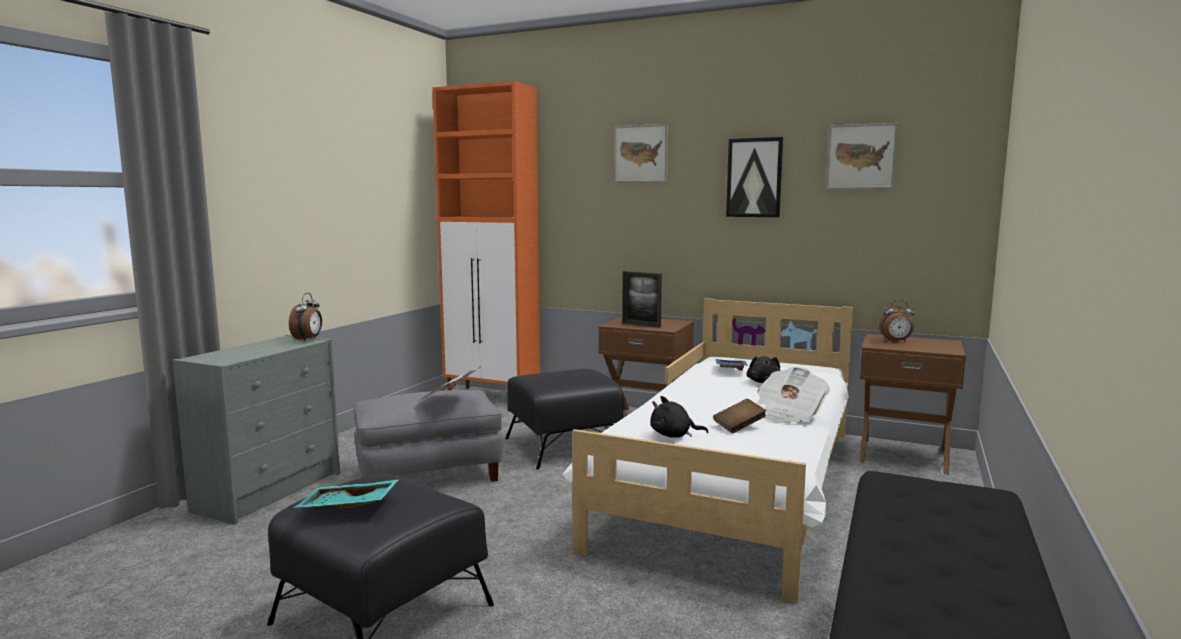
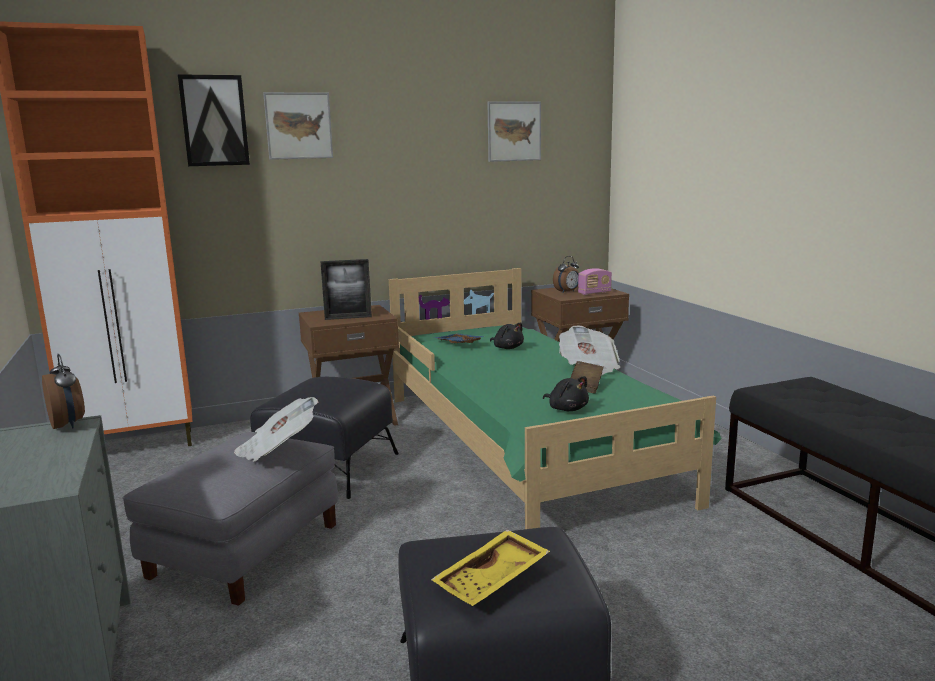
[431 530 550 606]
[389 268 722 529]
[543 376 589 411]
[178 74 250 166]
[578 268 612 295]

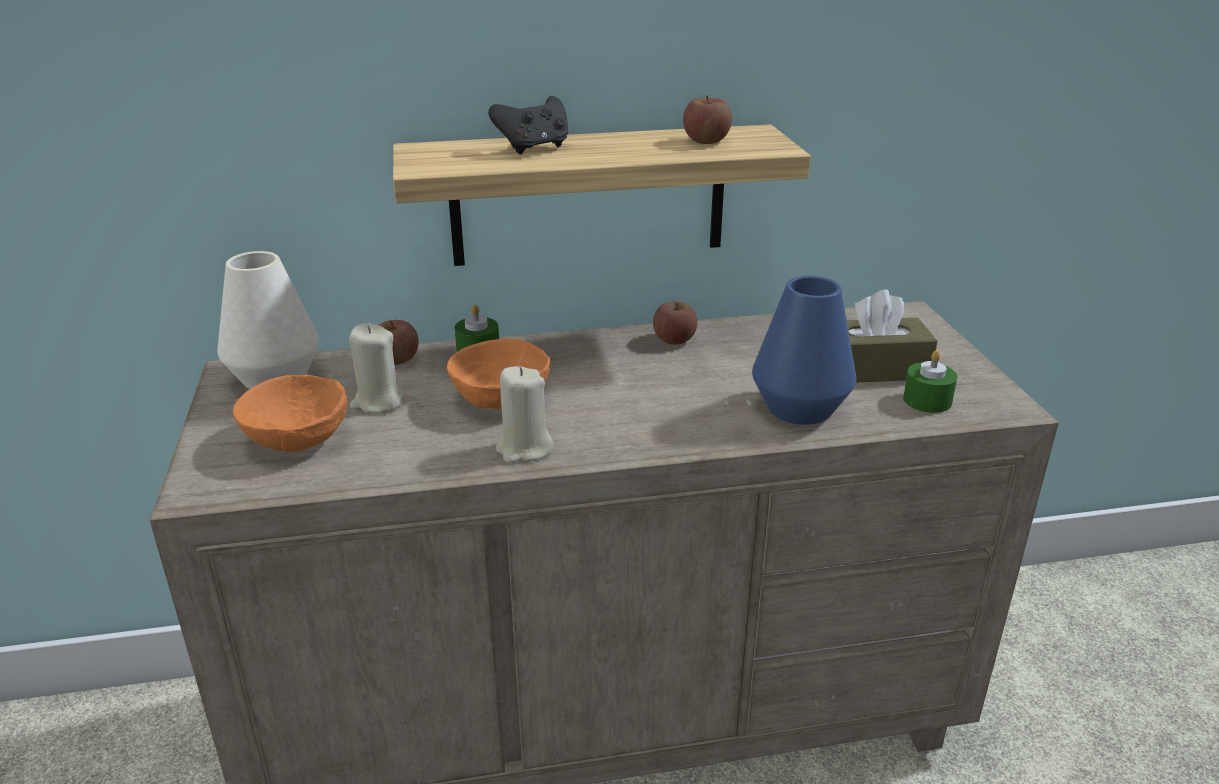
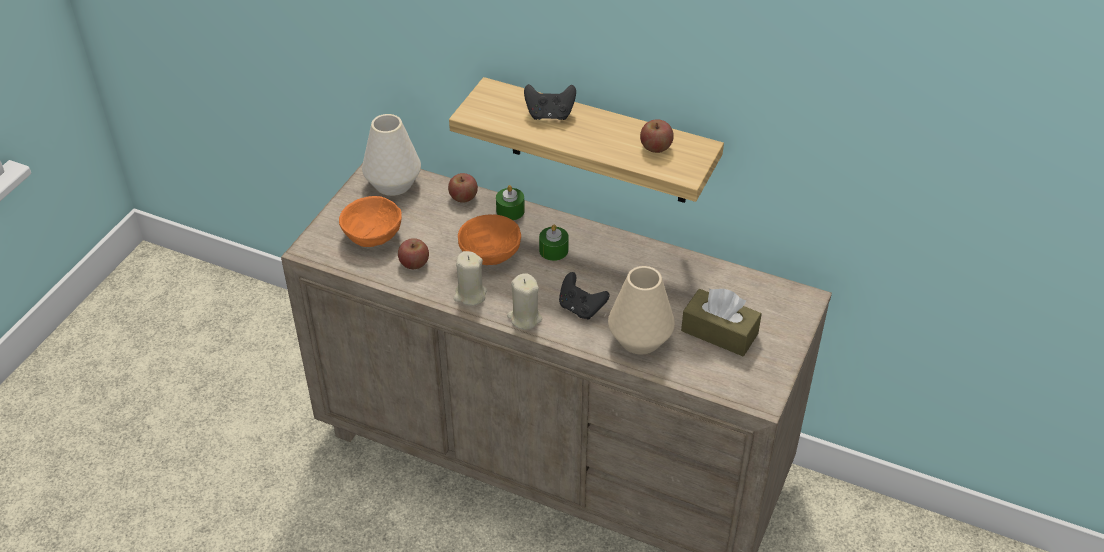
[507 273 542 330]
[398 238 429 269]
[608 266 675 354]
[539 224 569 261]
[559 272 609 320]

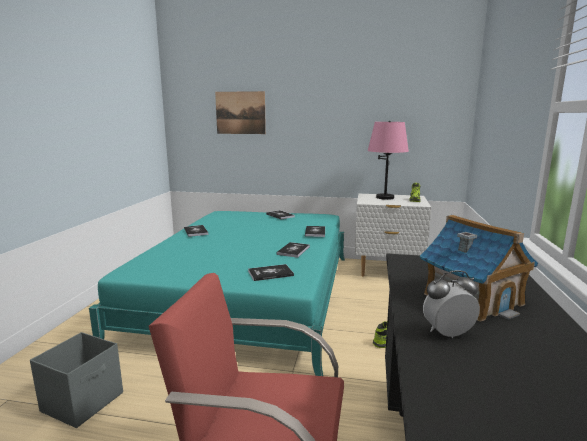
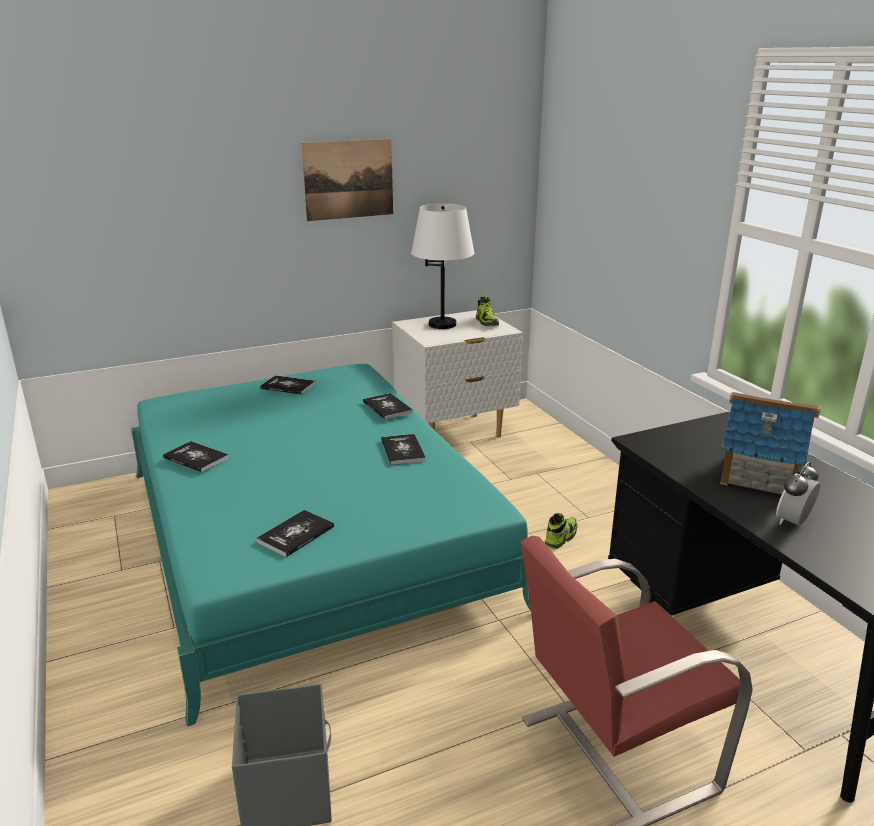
[301 139 393 221]
[256 510 334 557]
[411 204 474 329]

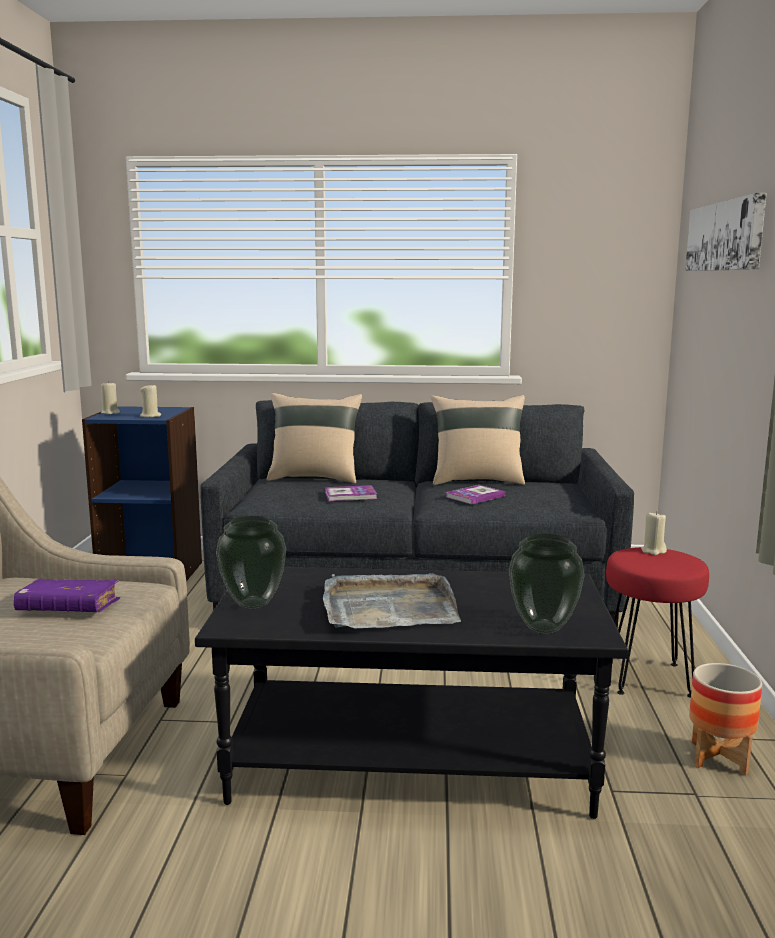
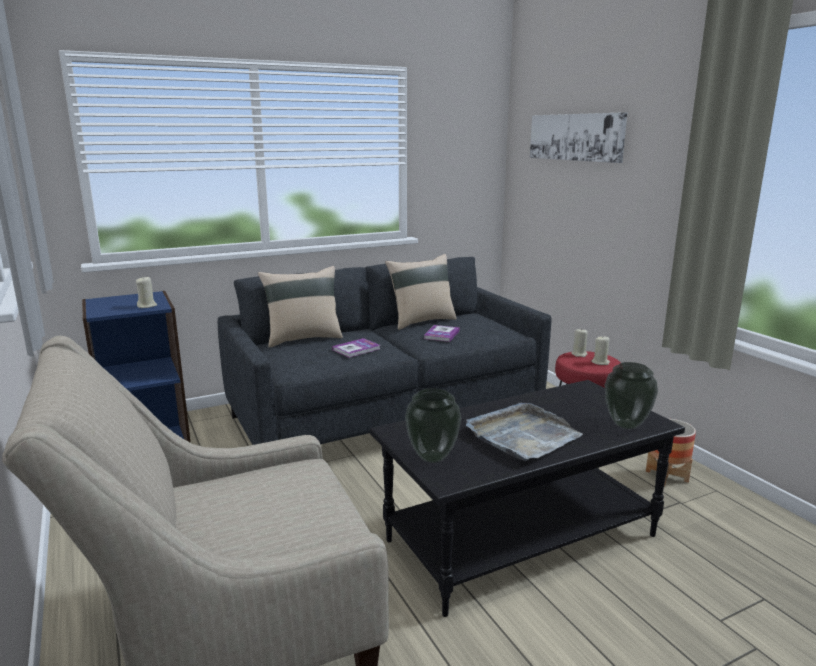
[14 579 120 612] (first image)
[591 336 610 365]

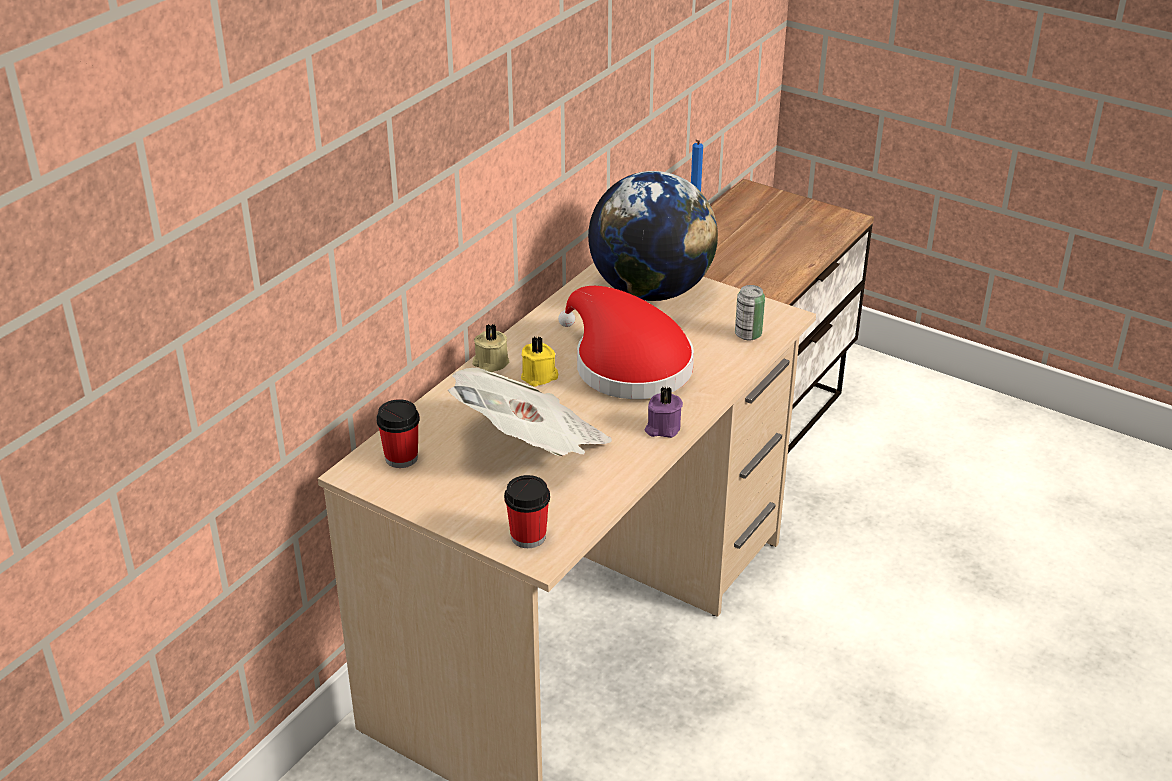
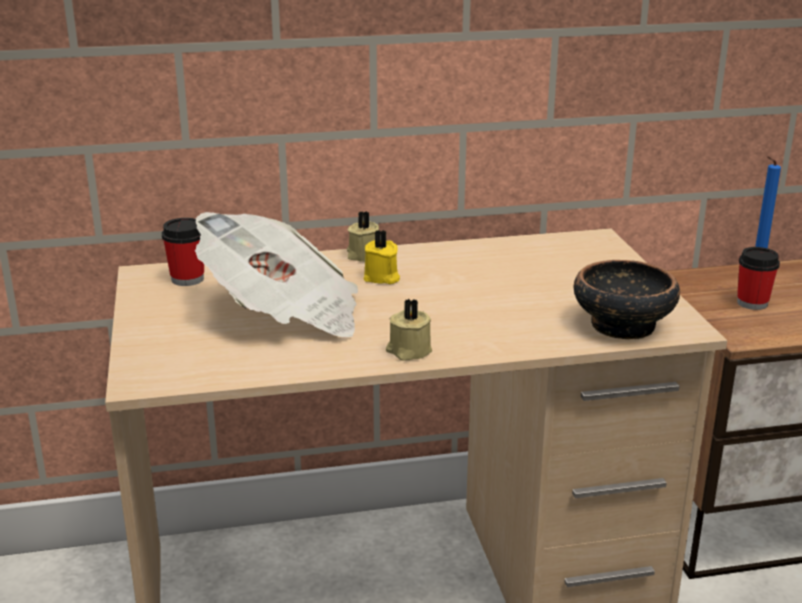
[737 247 780 310]
[558 286 694 399] (first image)
[588 171 718 301] (first image)
[386 299 432 360]
[574 260 680 339]

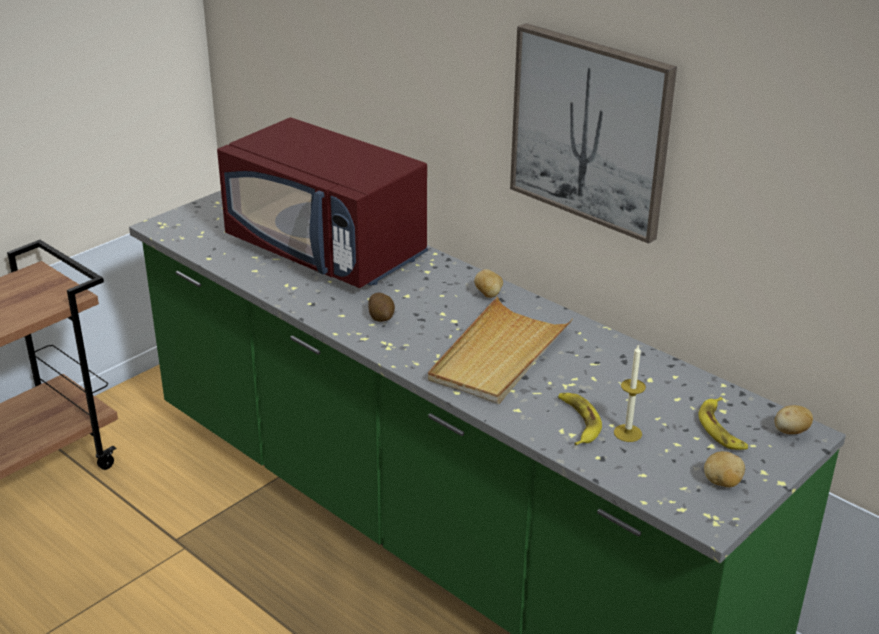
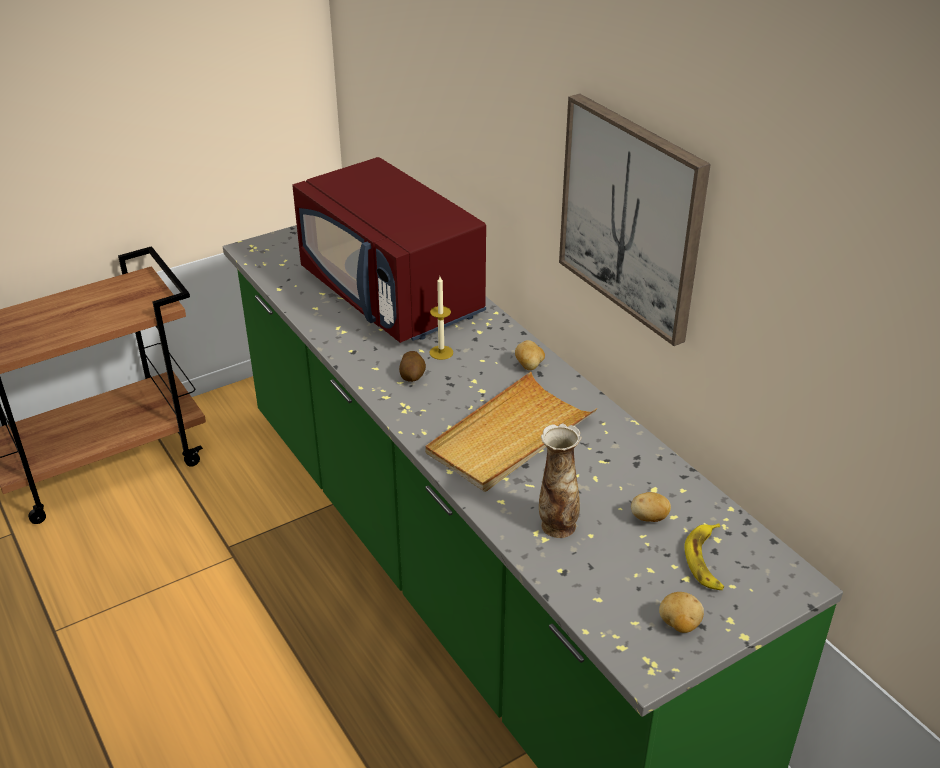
[539 423 582 538]
[430 276 453 360]
[631 492 671 522]

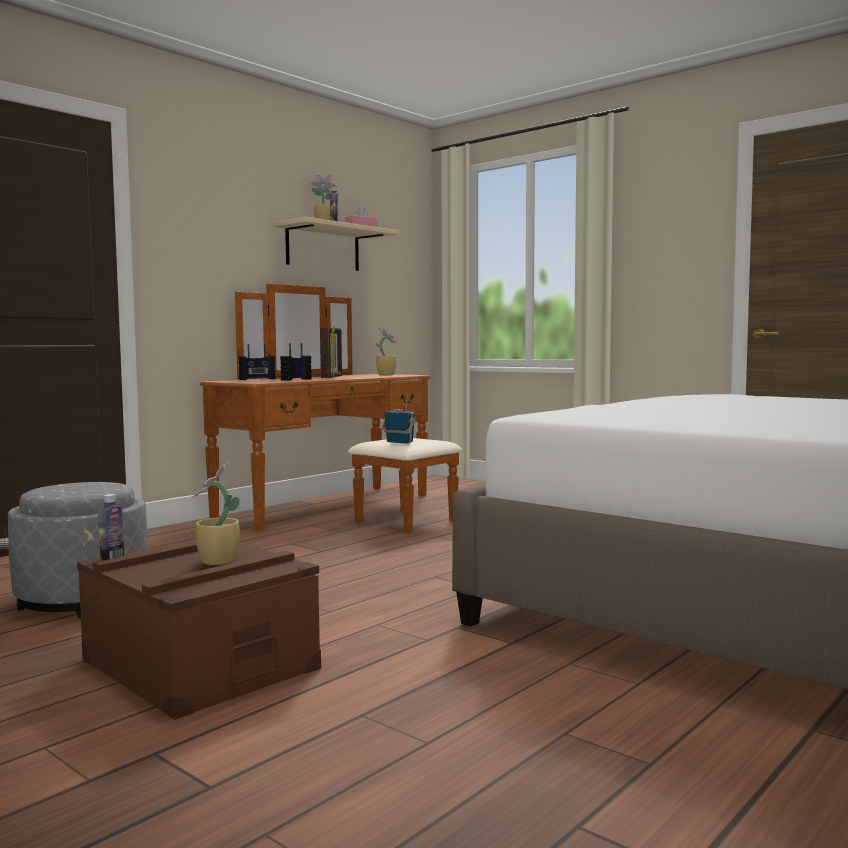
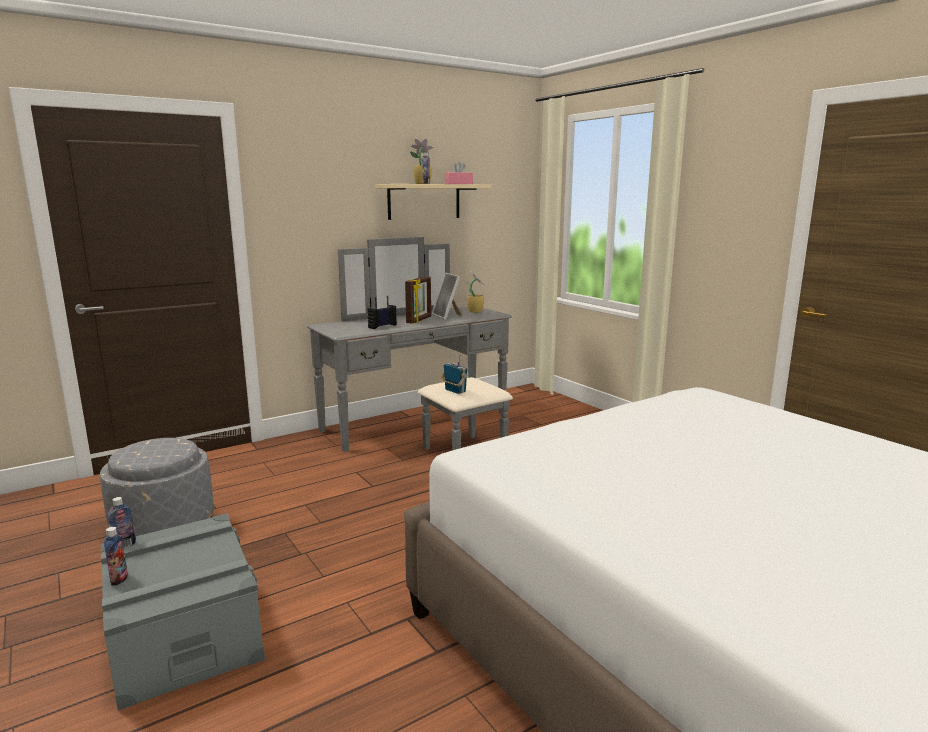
[101 513 265 711]
[191 461 240 565] (first image)
[307 237 513 452]
[239 344 275 380] (first image)
[104 527 128 585]
[432 273 463 320]

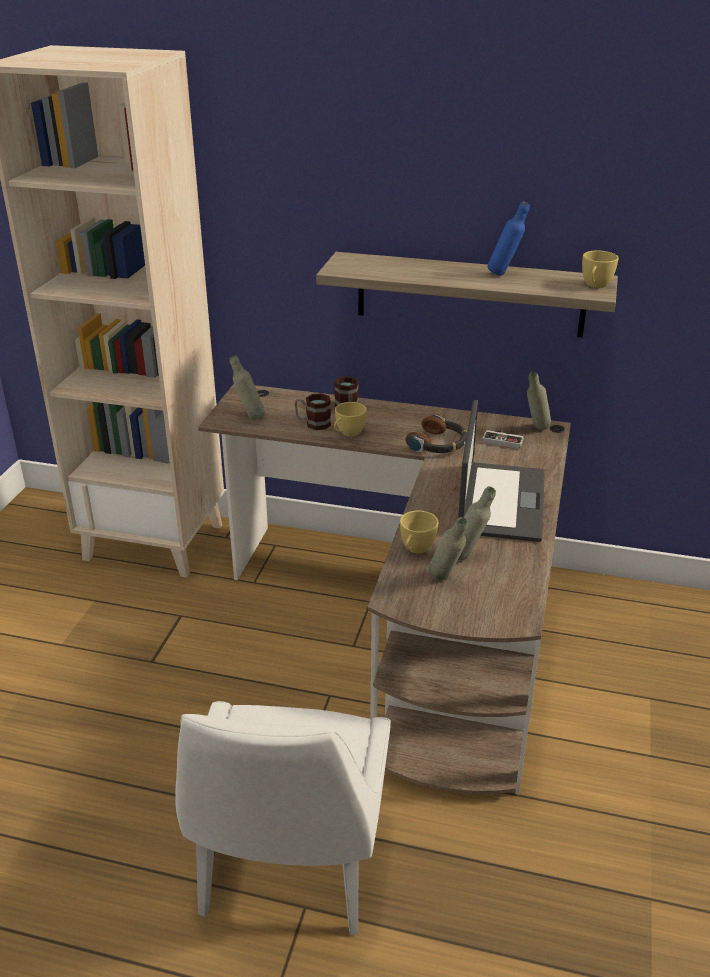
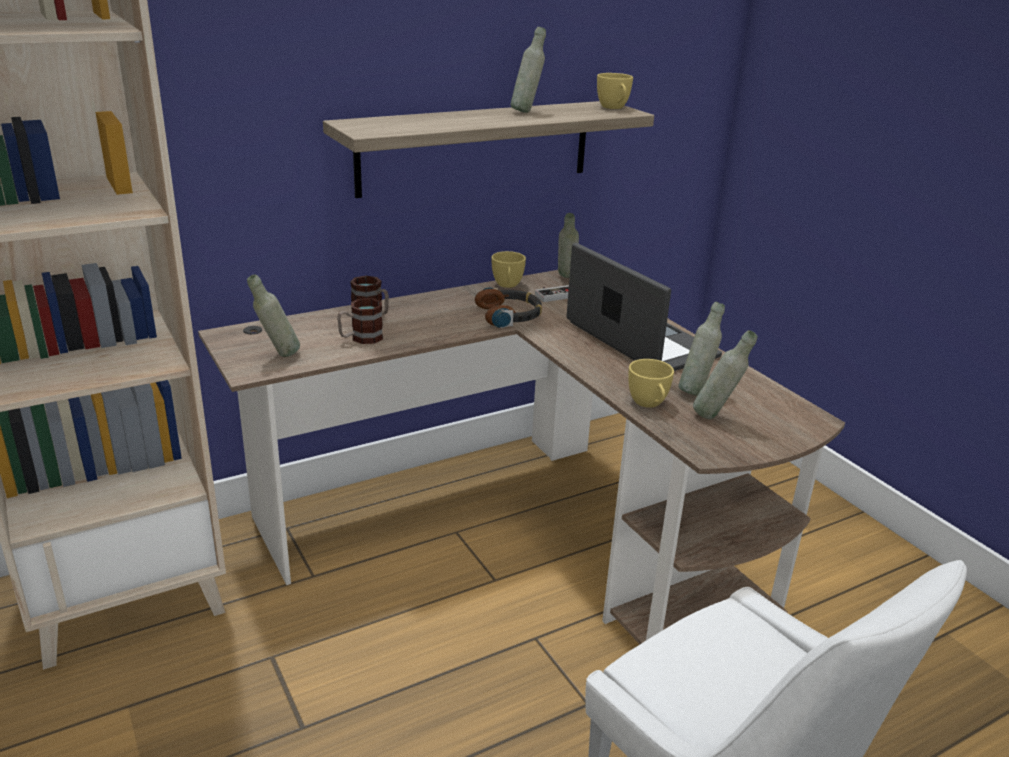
[492 251 526 288]
[510 27 546 113]

